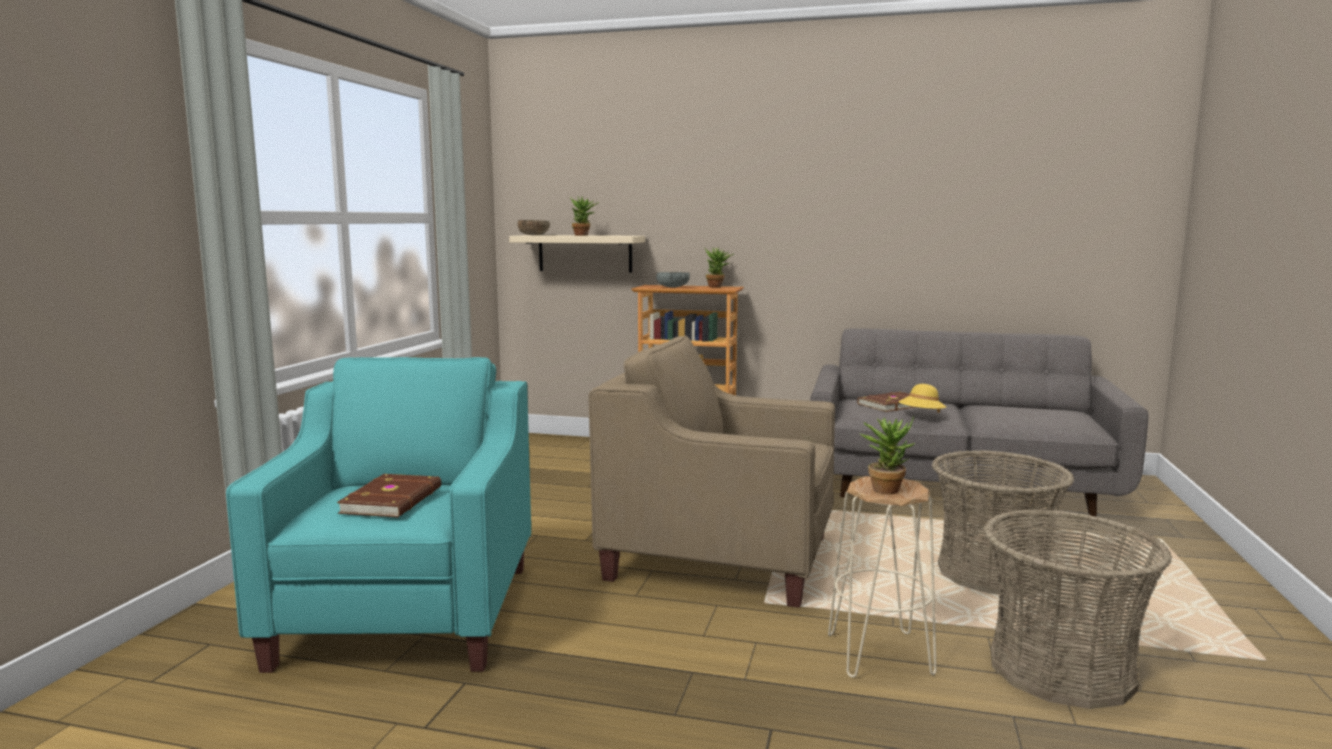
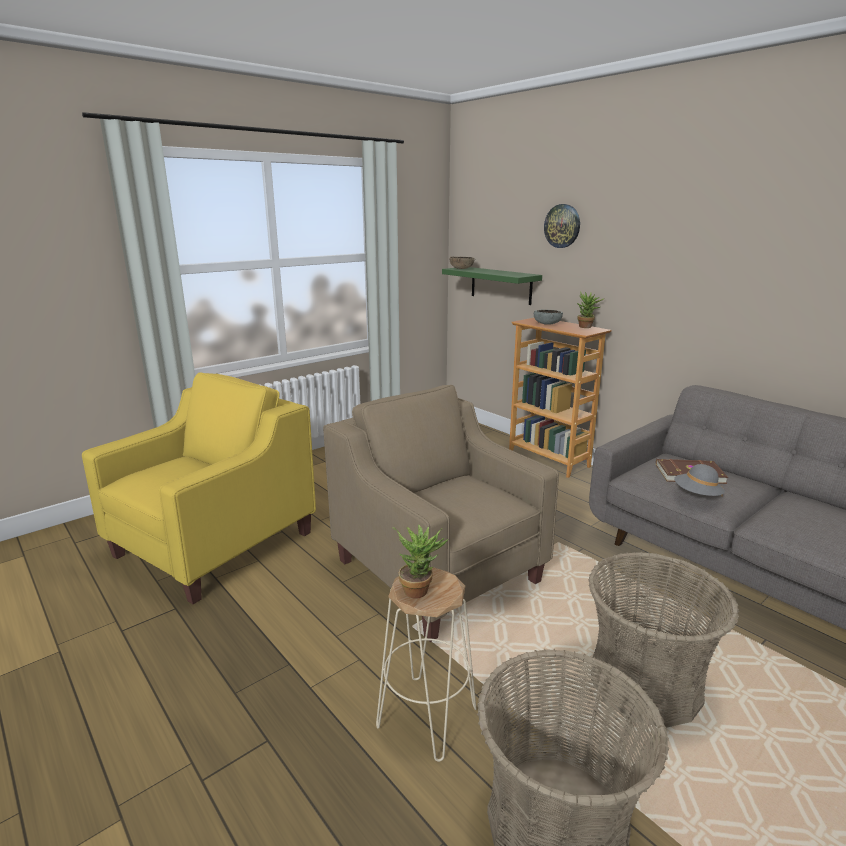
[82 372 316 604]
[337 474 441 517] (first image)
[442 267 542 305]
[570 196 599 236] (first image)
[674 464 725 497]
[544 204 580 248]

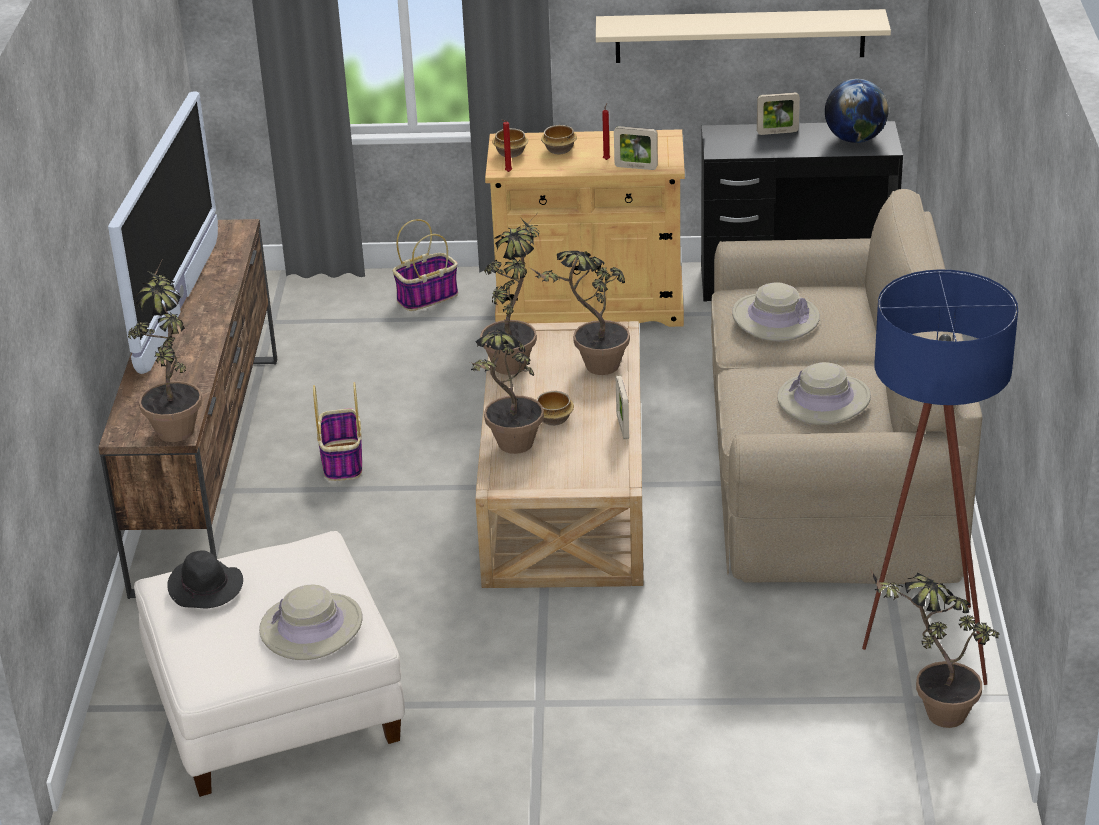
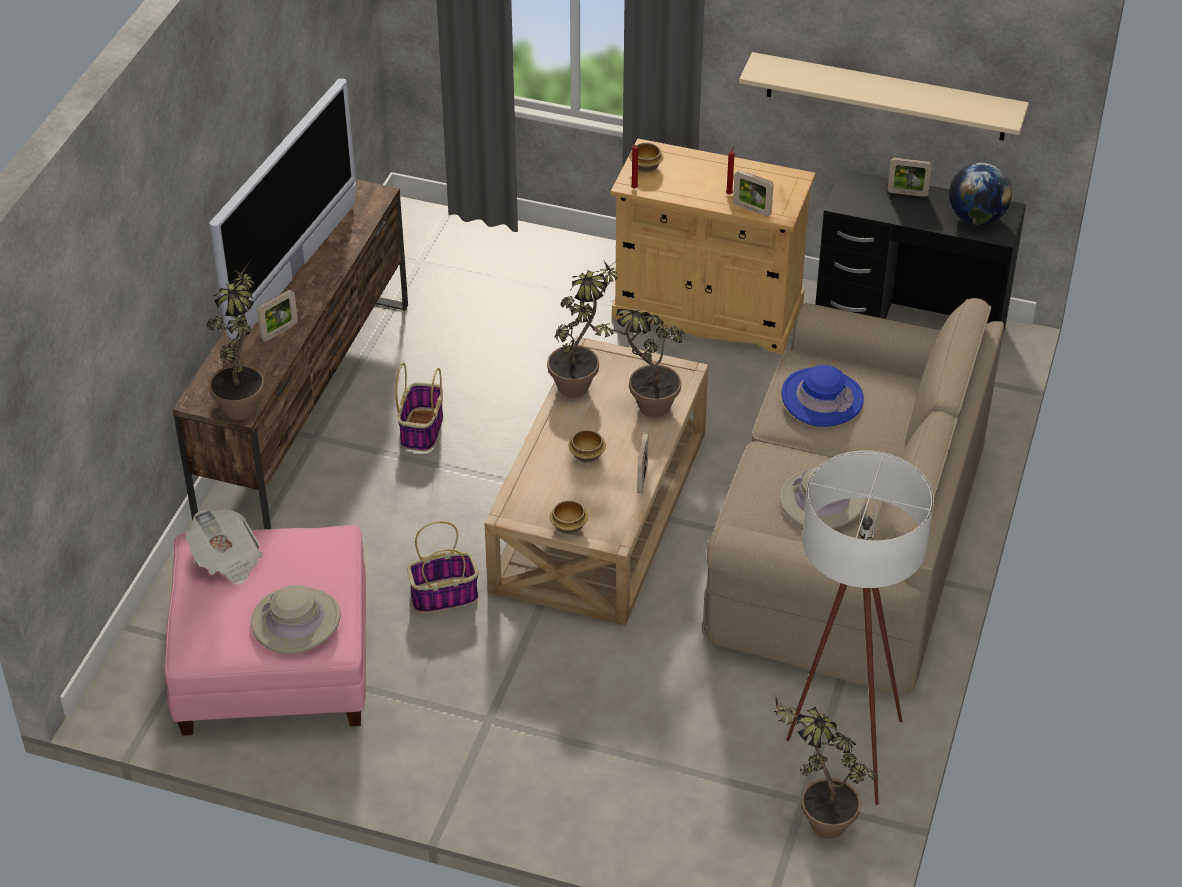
[164 525 366 736]
[186 509 263 585]
[407 521 479 613]
[470 330 544 454] (first image)
[550 500 588 534]
[781 365 864 427]
[786 451 934 805]
[257 290 298 341]

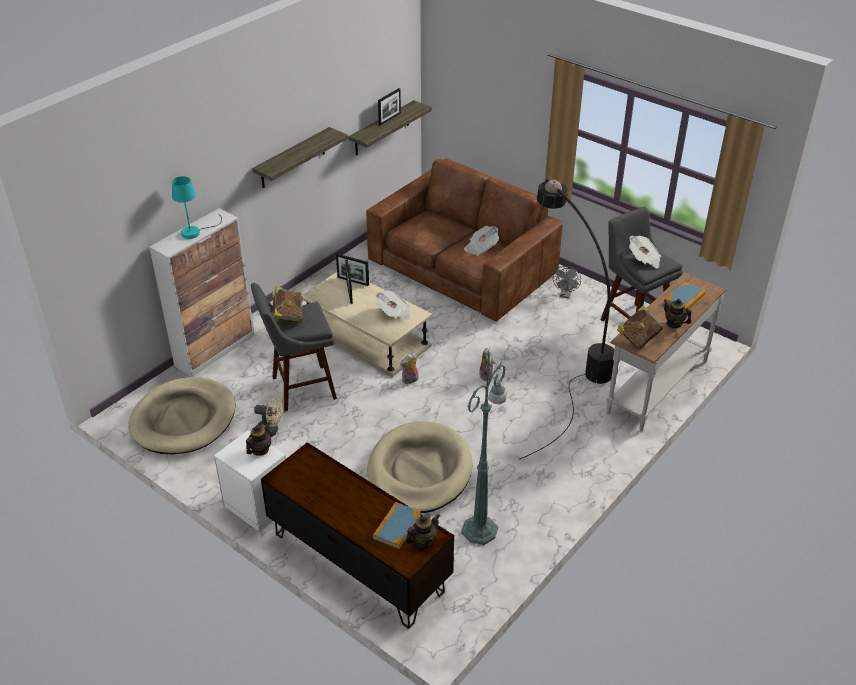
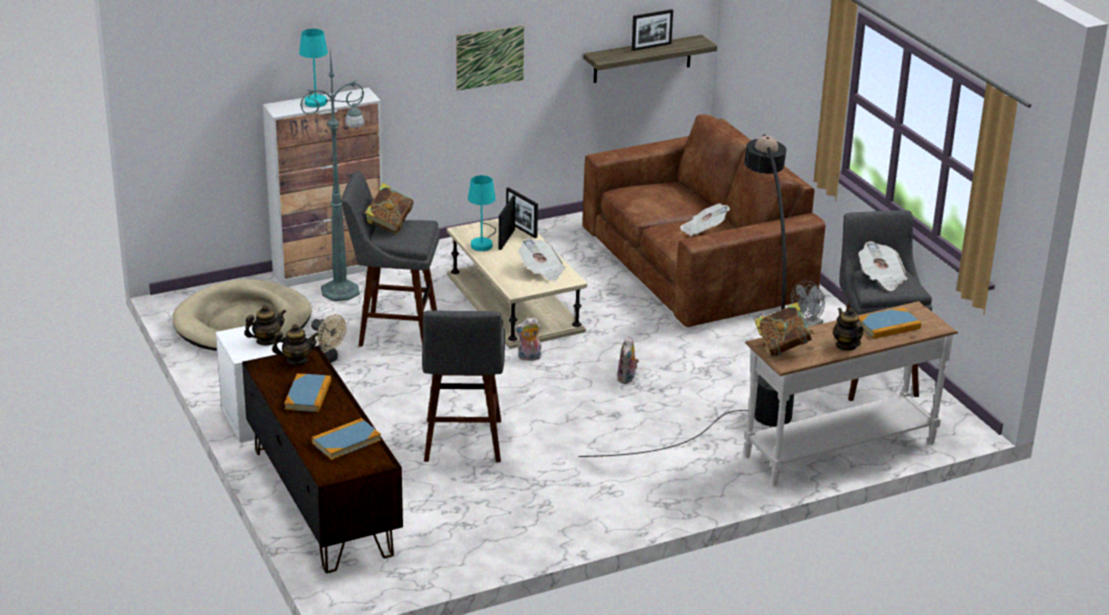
[456 25 524 91]
[422 311 505 462]
[272 324 319 366]
[300 49 364 301]
[284 374 331 412]
[468 175 496 251]

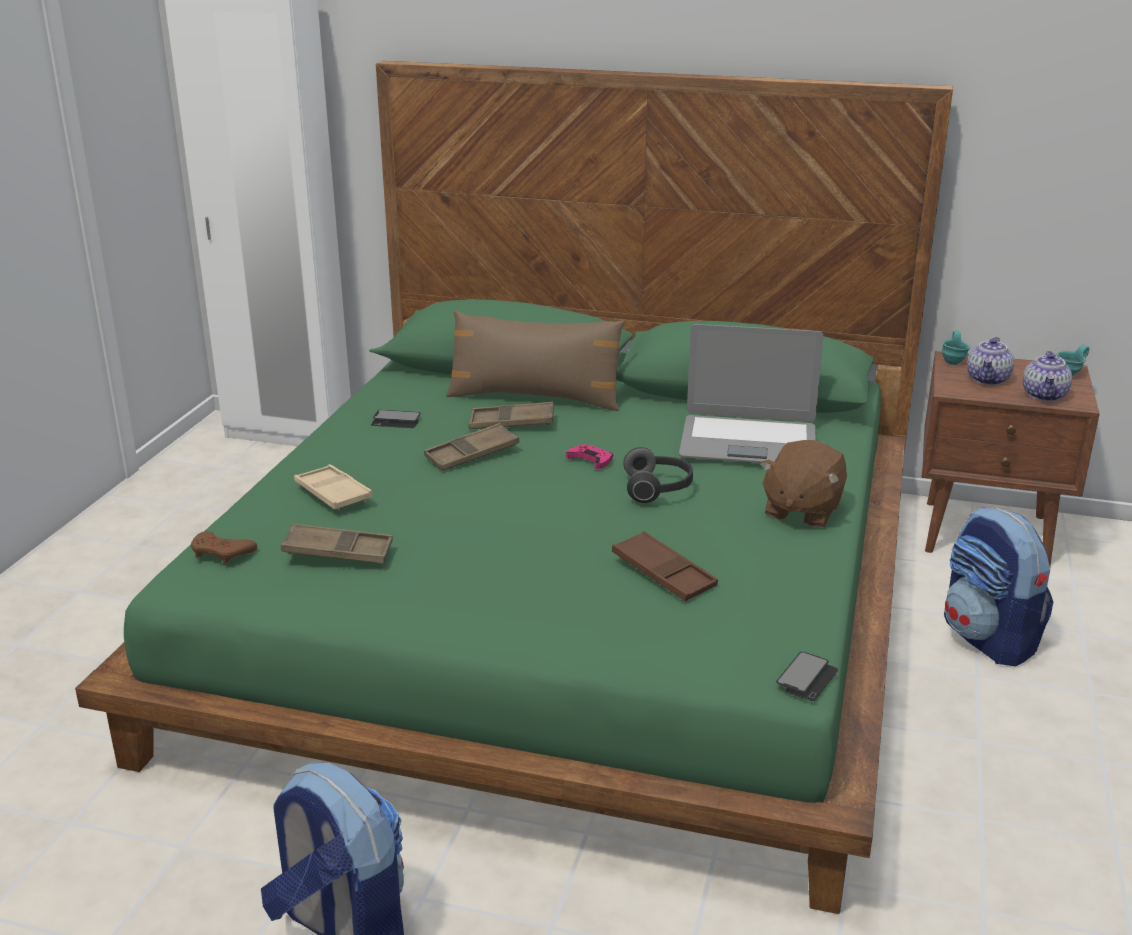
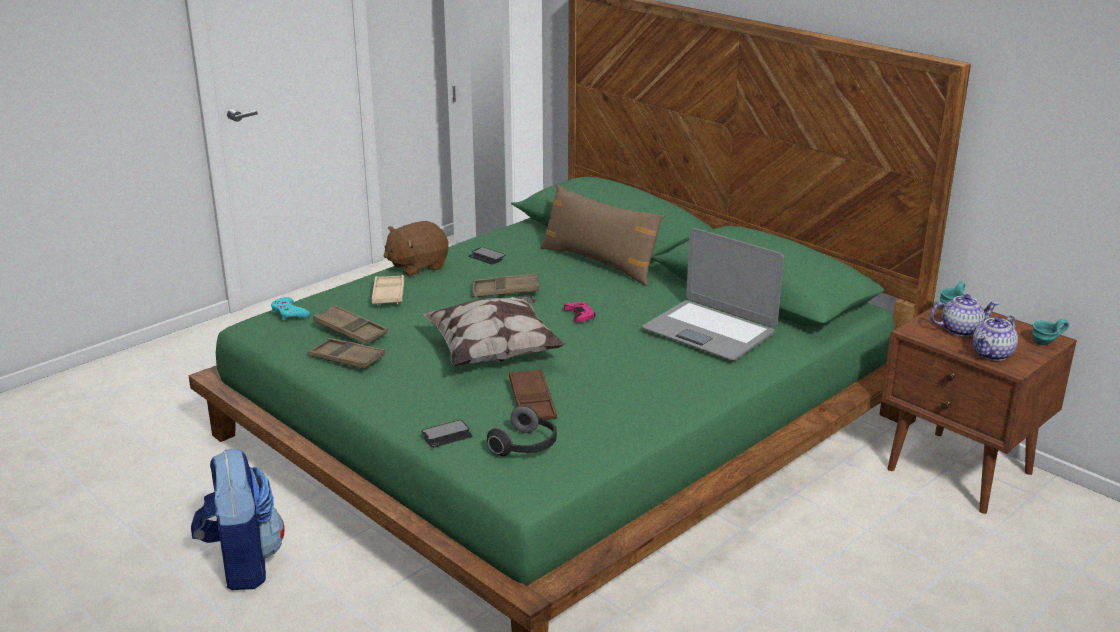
[271 297 310 320]
[308 338 385 369]
[487 405 557 457]
[383 221 449 276]
[421 420 472 448]
[944 507 1053 666] (first image)
[931 294 999 337]
[422 295 566 365]

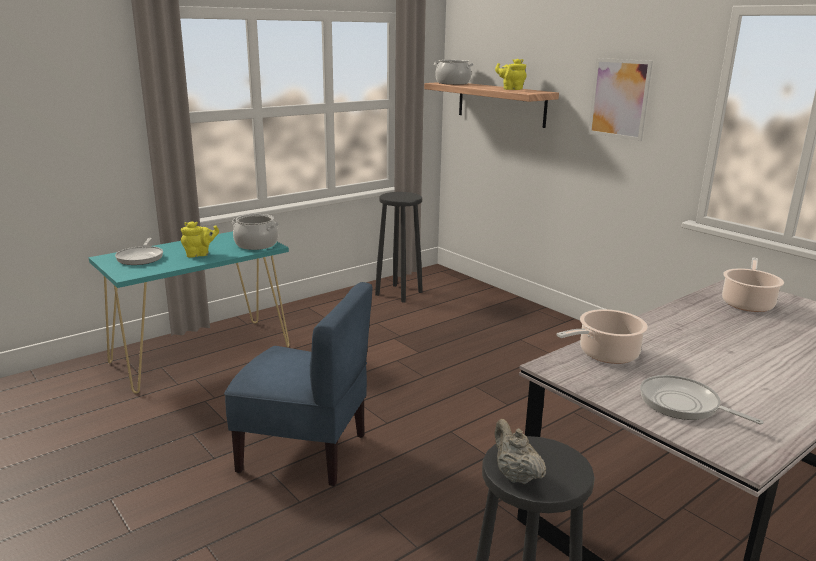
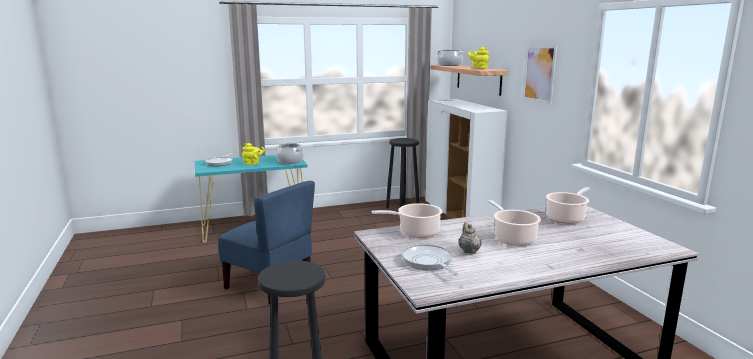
[458 222 482 254]
[425 99 507 219]
[487 200 541 246]

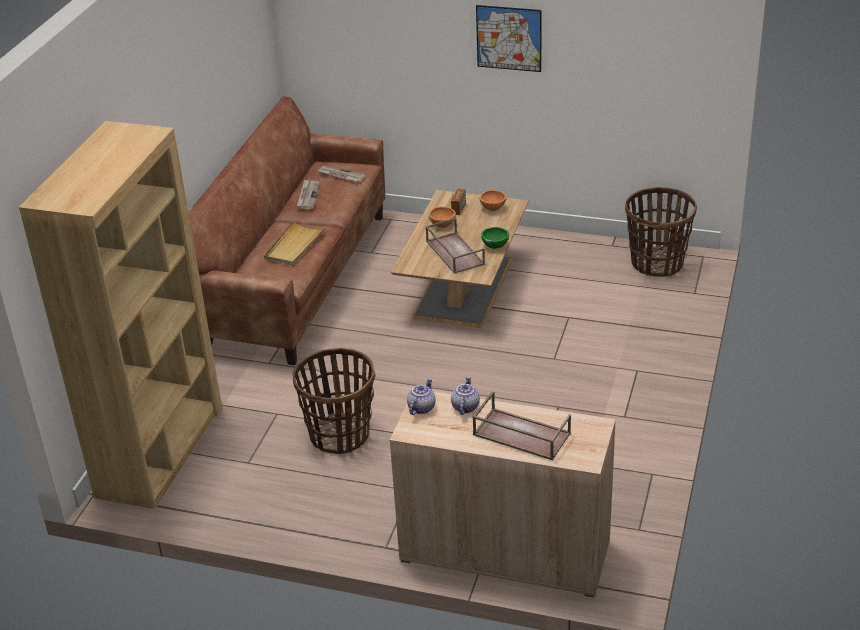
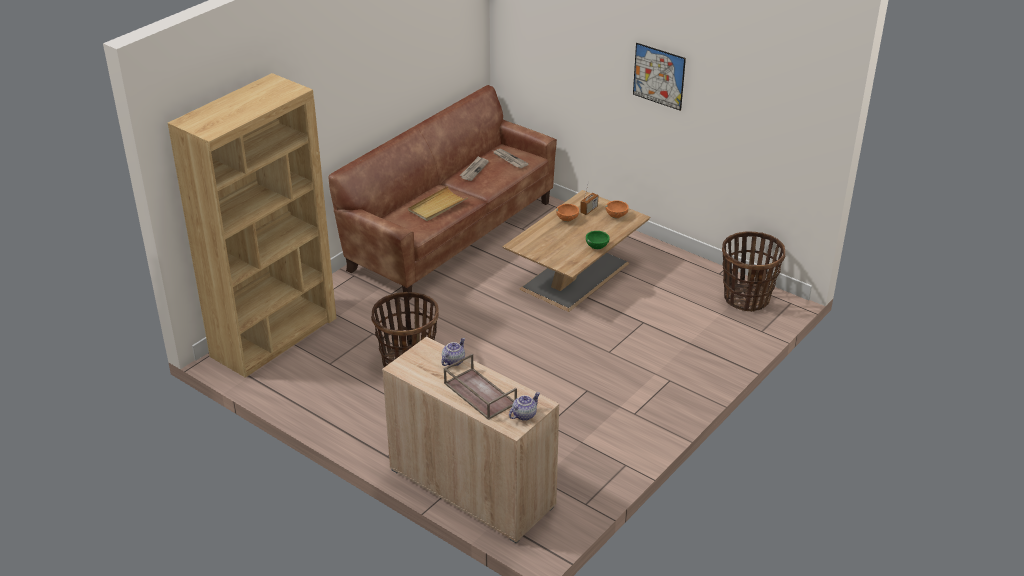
[509 392 540 421]
[426 218 485 274] (first image)

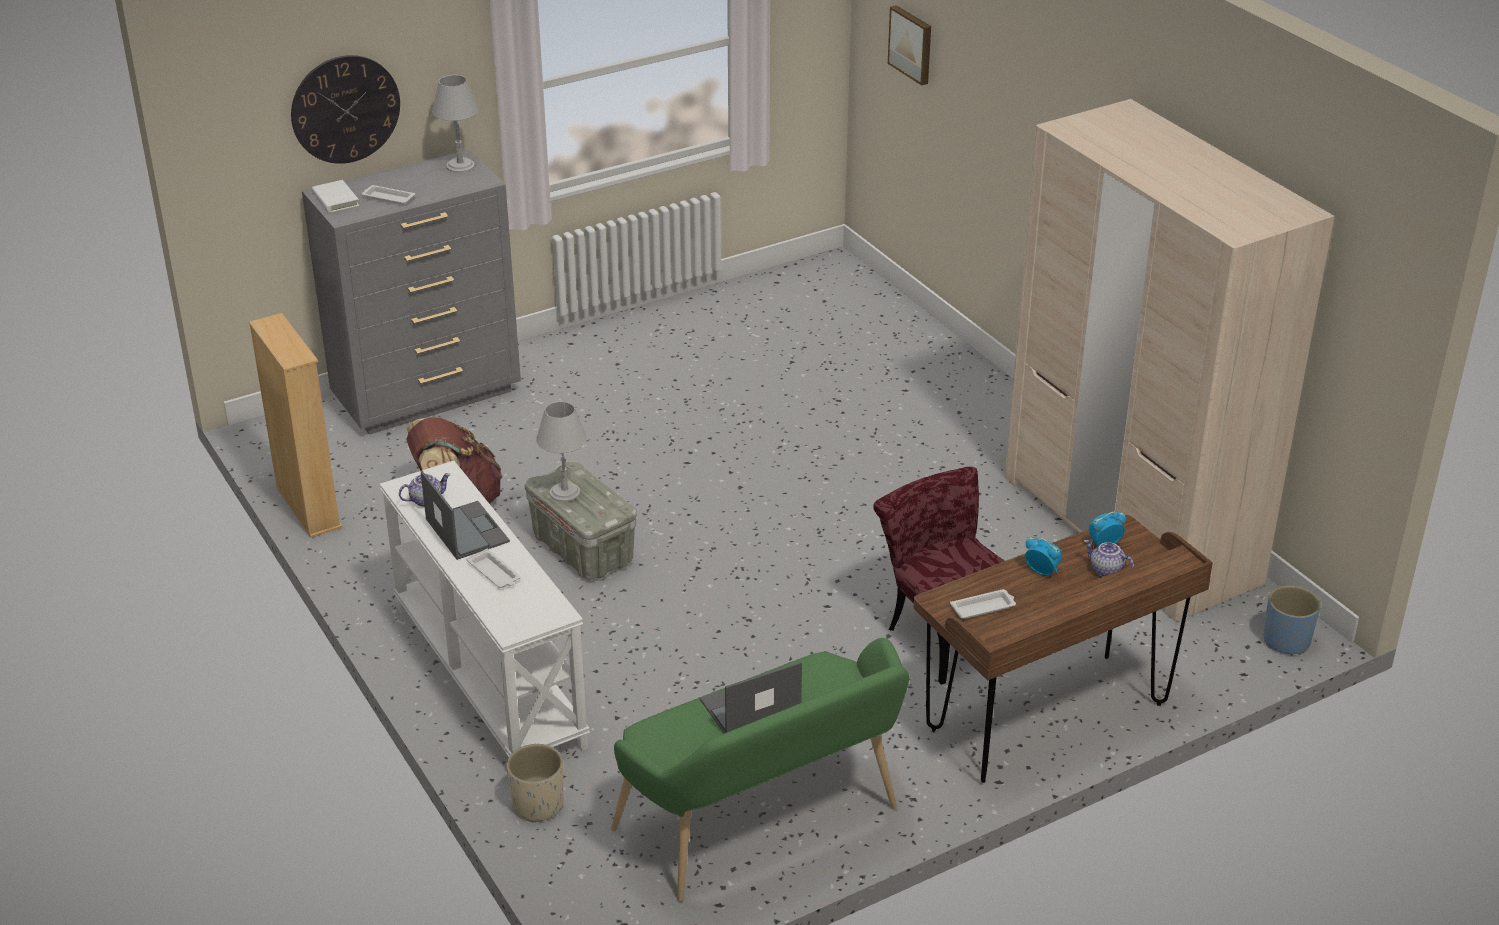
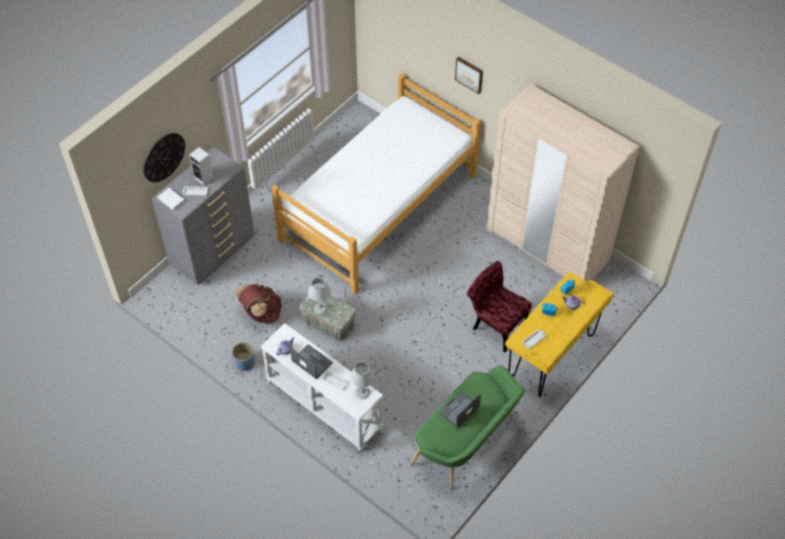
[249 313 343 538] (first image)
[350 362 374 399]
[506 744 564 822] (first image)
[455 57 483 94]
[505 272 613 397]
[232 342 255 371]
[189 147 214 186]
[271 73 481 294]

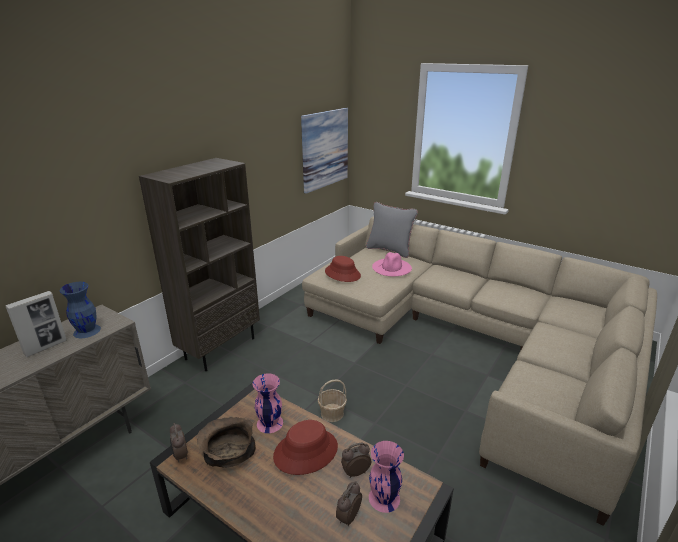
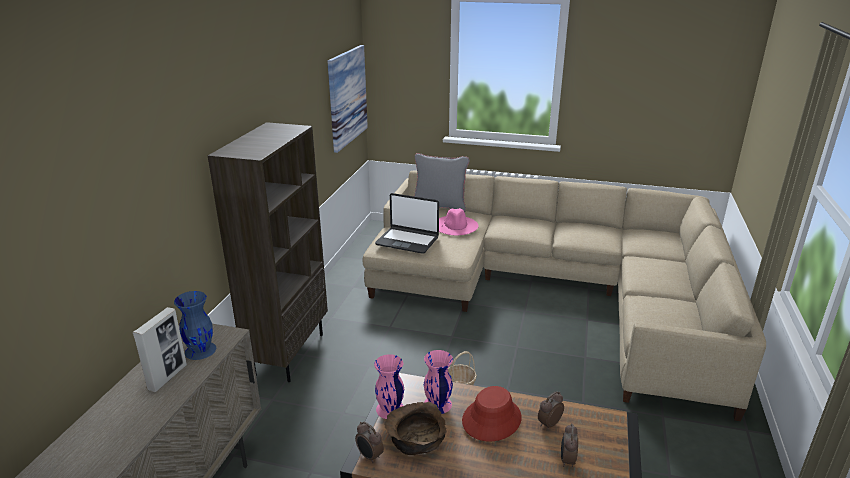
[375 193 439 254]
[374 354 404 419]

